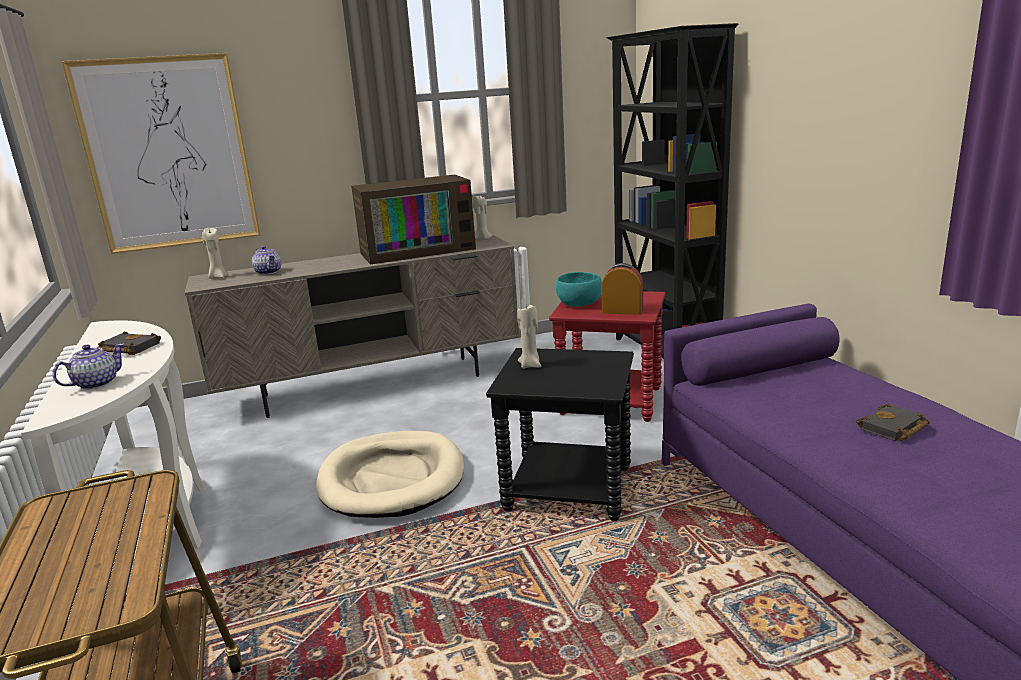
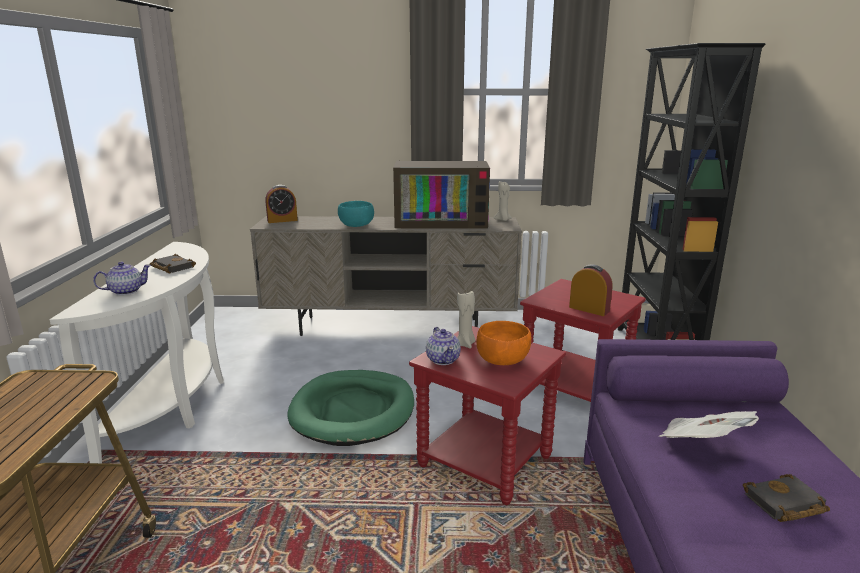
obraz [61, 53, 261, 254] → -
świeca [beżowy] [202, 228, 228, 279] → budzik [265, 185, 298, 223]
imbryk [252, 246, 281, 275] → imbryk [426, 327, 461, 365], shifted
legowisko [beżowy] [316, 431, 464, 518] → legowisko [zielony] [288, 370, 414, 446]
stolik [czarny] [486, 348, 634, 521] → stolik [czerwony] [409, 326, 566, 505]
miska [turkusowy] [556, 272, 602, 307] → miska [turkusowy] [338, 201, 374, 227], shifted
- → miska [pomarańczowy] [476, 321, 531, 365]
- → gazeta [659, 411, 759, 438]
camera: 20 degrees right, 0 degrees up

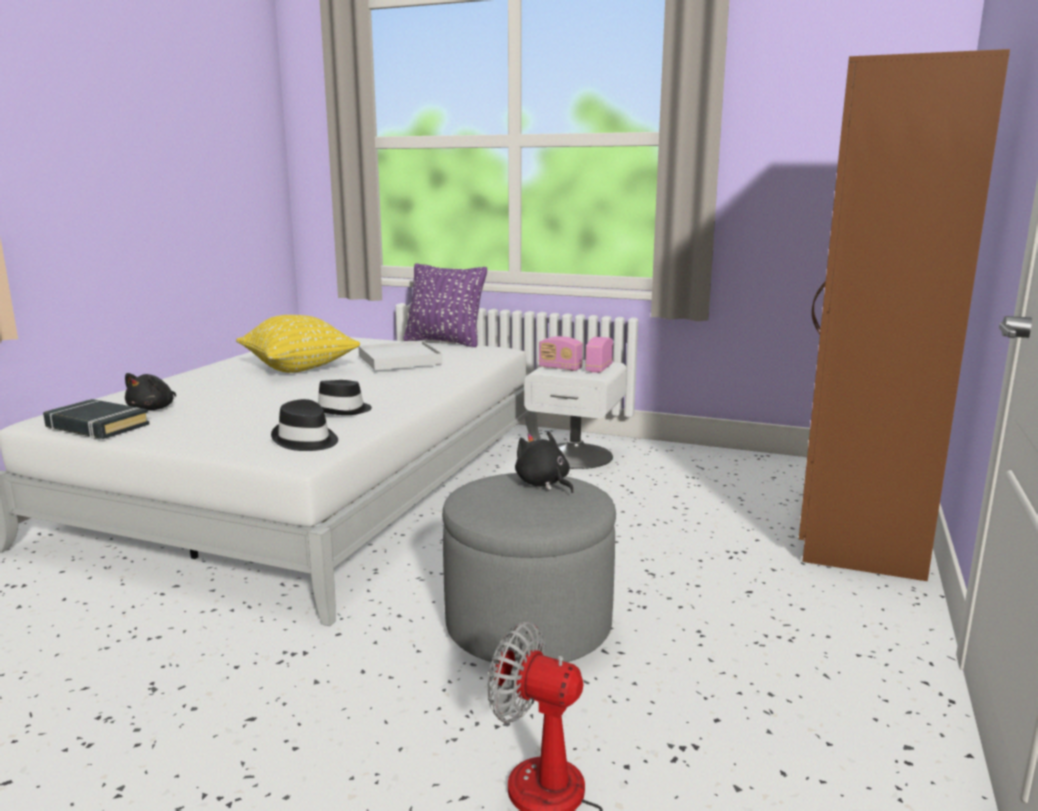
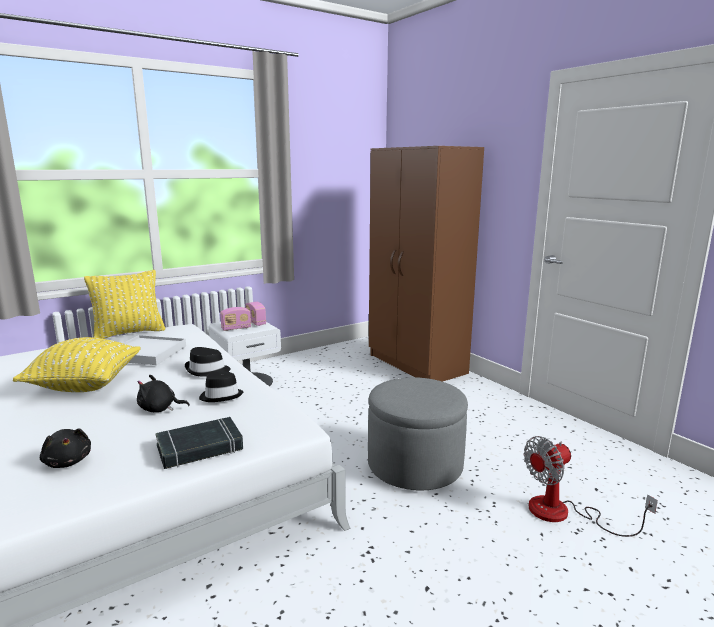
książka [czarny] [43, 399, 150, 439] → książka [czarny] [155, 417, 243, 469], shifted
kapelusz [czarny] [271, 399, 338, 451] → kapelusz [czarny] [185, 347, 231, 377], shifted
poduszka [fioletowy] [404, 263, 487, 347] → poduszka [żółty] [84, 270, 165, 339]
pluszak [czarny] [515, 431, 574, 493] → pluszak [czarny] [137, 375, 190, 412], shifted
camera: 55 degrees left, 0 degrees up

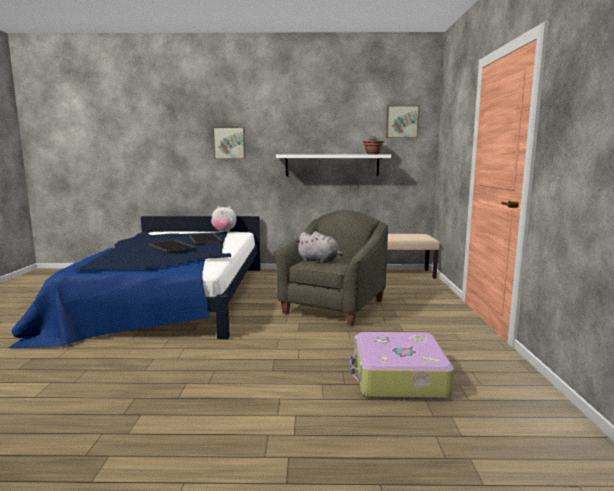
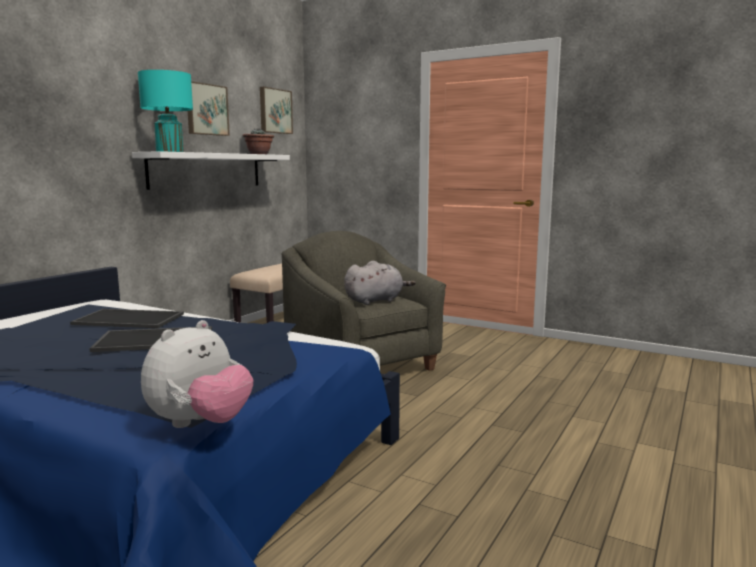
pluszak [211, 206, 236, 232] → pluszak [141, 320, 254, 428], shifted
obraz [213, 127, 245, 159] → obraz [188, 81, 230, 136], shifted
walizka [349, 332, 454, 399] → -
- → lampa stołowa [turkusowy] [138, 70, 193, 152]
camera: 60 degrees left, 0 degrees up

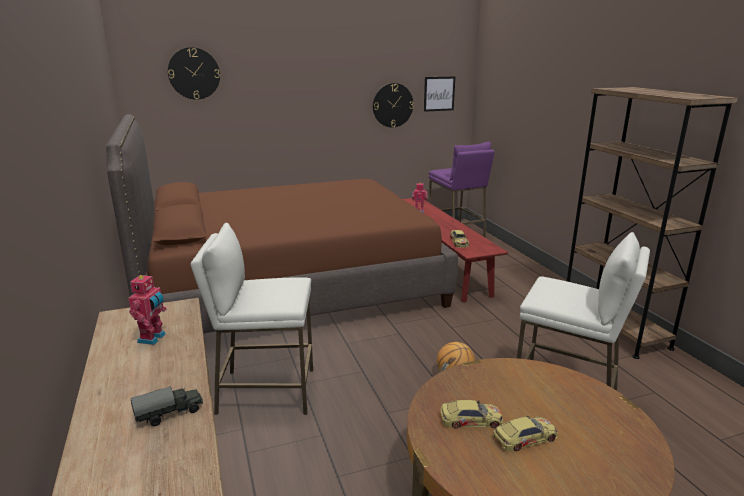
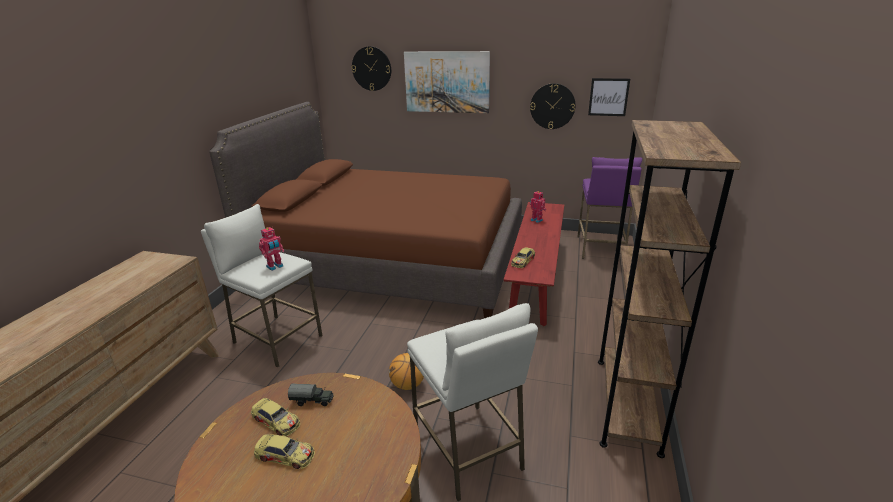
robot zabawkowy [128, 273, 167, 345] → robot zabawkowy [259, 227, 284, 271], shifted
ciężarówka zabawkowa [131, 386, 203, 426] → ciężarówka zabawkowa [288, 384, 333, 406], shifted
- → obraz [404, 51, 490, 113]
camera: 35 degrees right, 5 degrees up

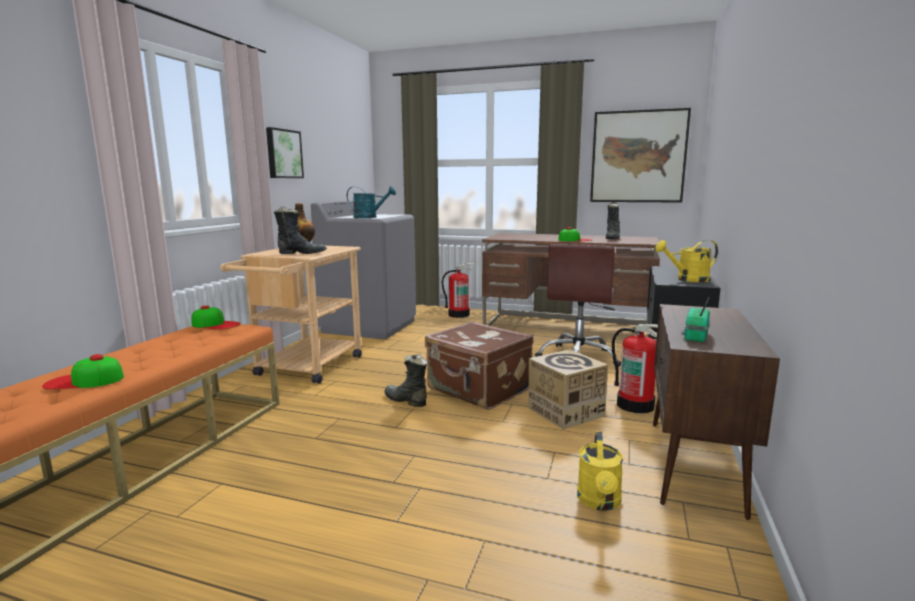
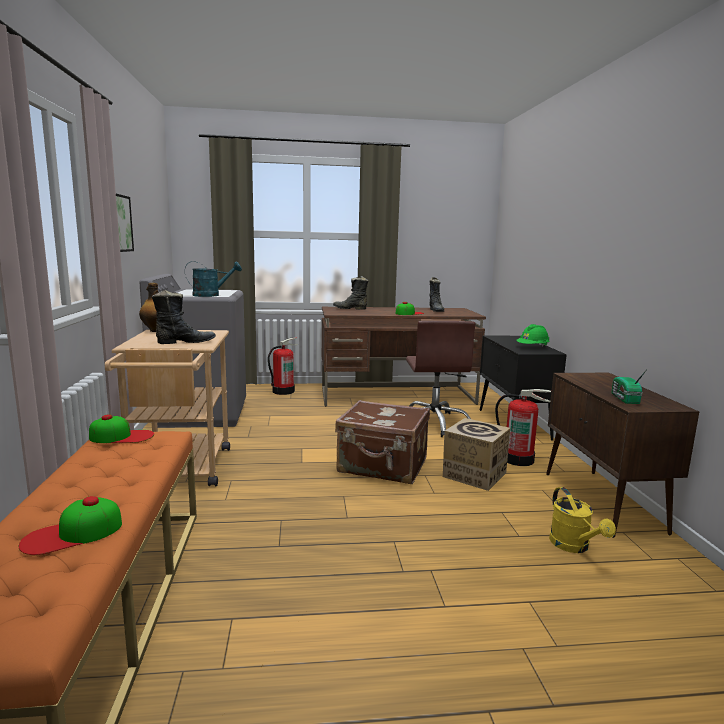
but z cholewką [czarny] [384, 354, 427, 407] → but z cholewką [czarny] [333, 276, 369, 310], shifted
obraz [590, 108, 691, 203] → -
konewka [żółty] [655, 240, 718, 282] → kask [zielony] [516, 324, 549, 346]
camera: 25 degrees left, 0 degrees up

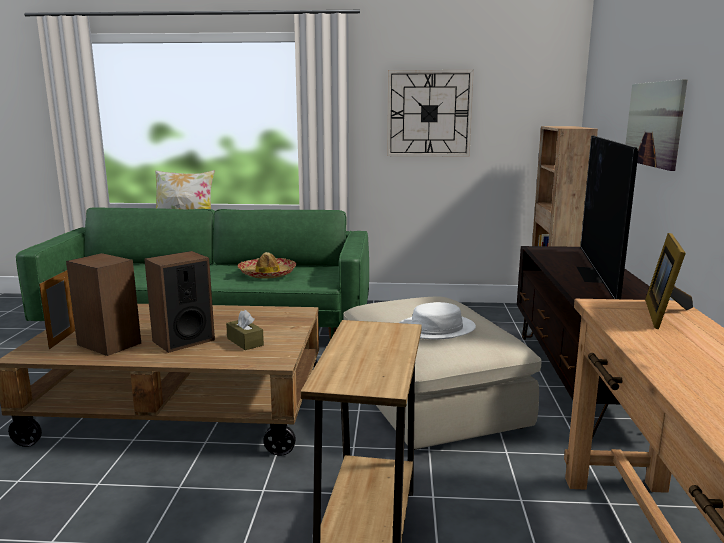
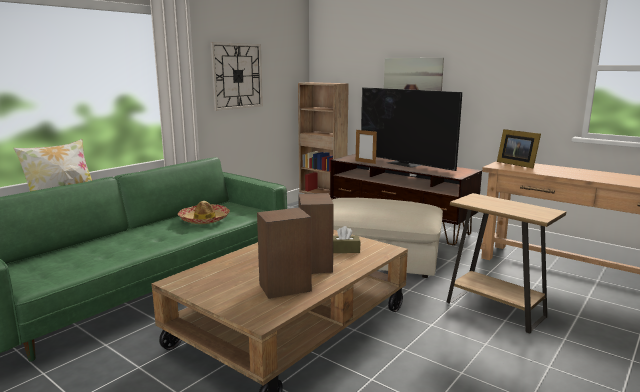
ramka na zdjęcie [39, 270, 75, 349] → ramka na zdjęcie [356, 130, 377, 164], shifted
kapelusz [biały] [399, 302, 476, 339] → -
camera: 55 degrees left, 0 degrees up

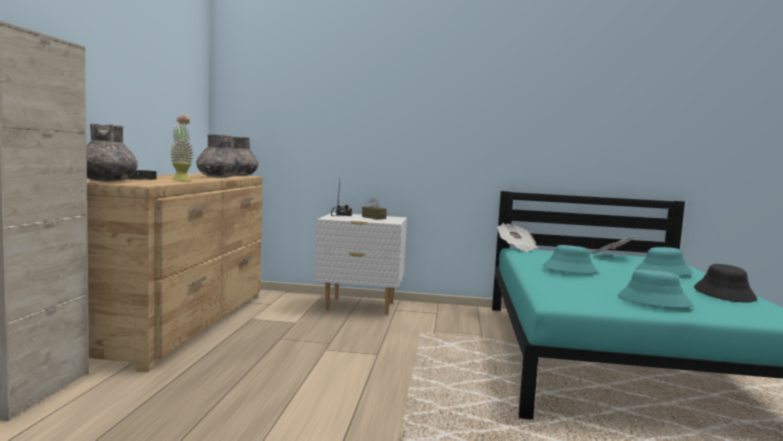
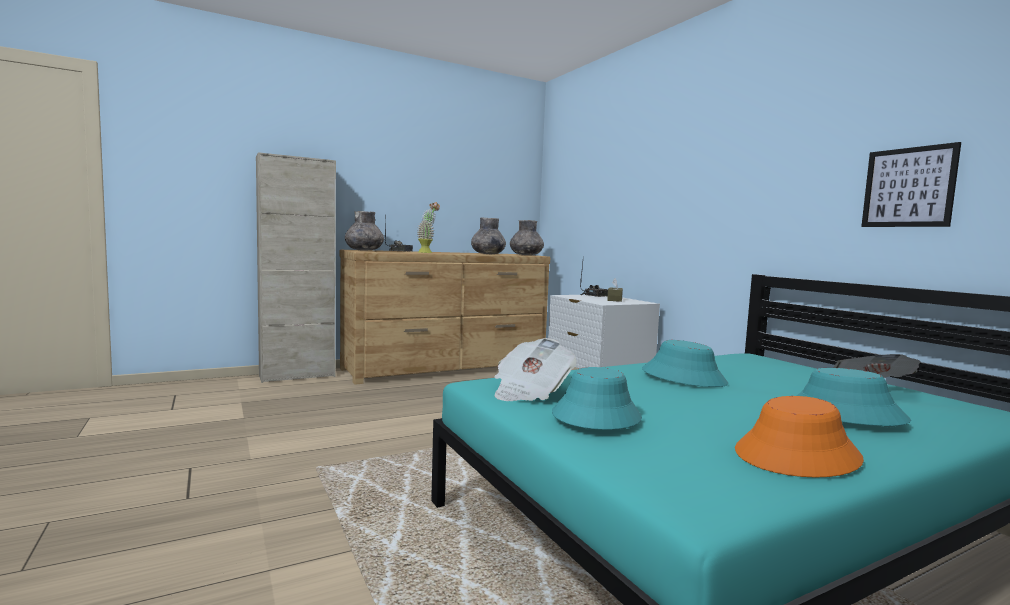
gazeta [497, 223, 538, 252] → gazeta [494, 338, 577, 401], shifted
kapelusz [czarny] [694, 264, 757, 303] → kapelusz [pomarańczowy] [735, 396, 864, 478]
- → obraz [861, 142, 961, 227]
camera: 55 degrees right, 0 degrees up

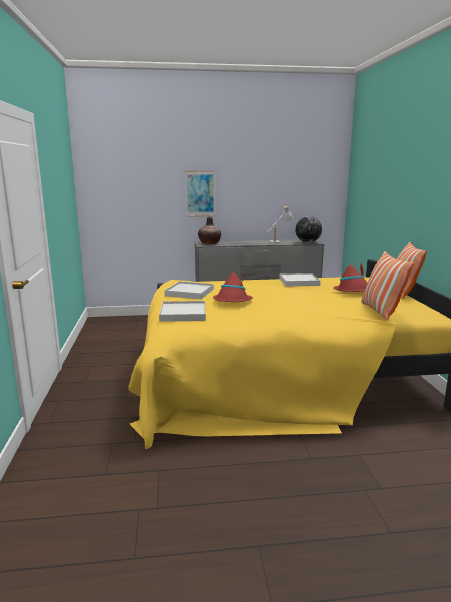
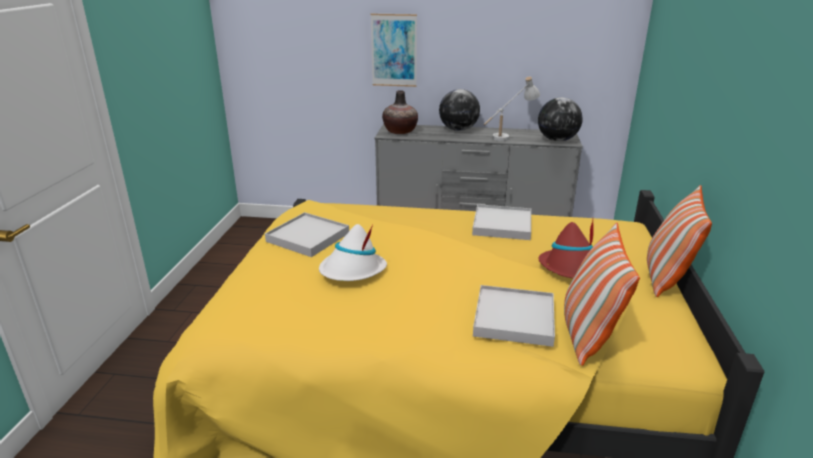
taca [biały] [159, 301, 206, 322] → taca [biały] [473, 285, 555, 347], shifted
kapelusz [czerwony] [213, 272, 253, 302] → kapelusz [biały] [319, 224, 387, 281]
- → globus [439, 89, 480, 131]
camera: 15 degrees right, 10 degrees up

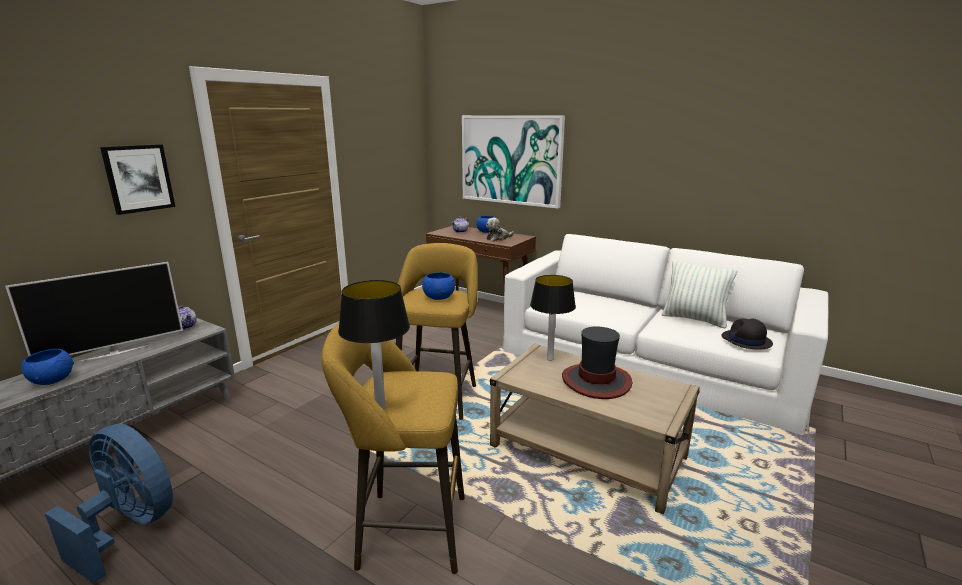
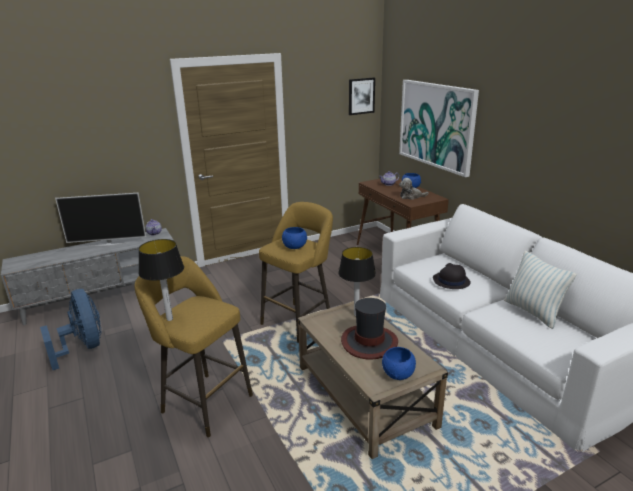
miska [niebieski] [21, 349, 74, 385] → miska [niebieski] [382, 347, 416, 380], shifted
obraz [100, 144, 175, 215] → obraz [349, 78, 375, 115], shifted
kapelusz [czarny] [722, 318, 773, 350] → kapelusz [czarny] [433, 263, 471, 289], shifted
camera: 30 degrees right, 5 degrees up

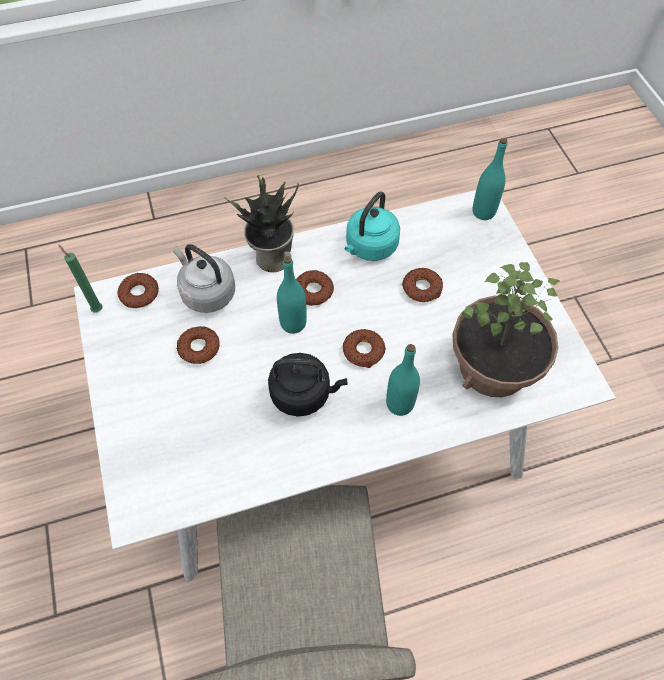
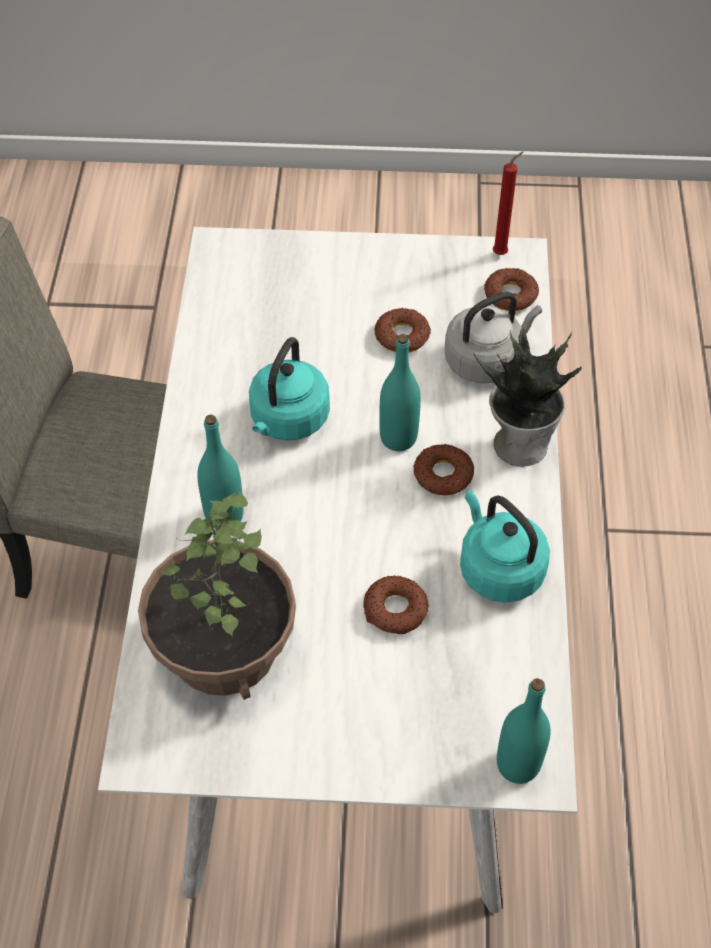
świeca [zielony] [58, 244, 103, 312] → świeca [czerwony] [493, 151, 523, 255]
czajnik [czarny] [268, 353, 347, 416] → czajnik [turkusowy] [249, 337, 330, 441]
donut [343, 329, 386, 368] → -
camera: 110 degrees right, 5 degrees down

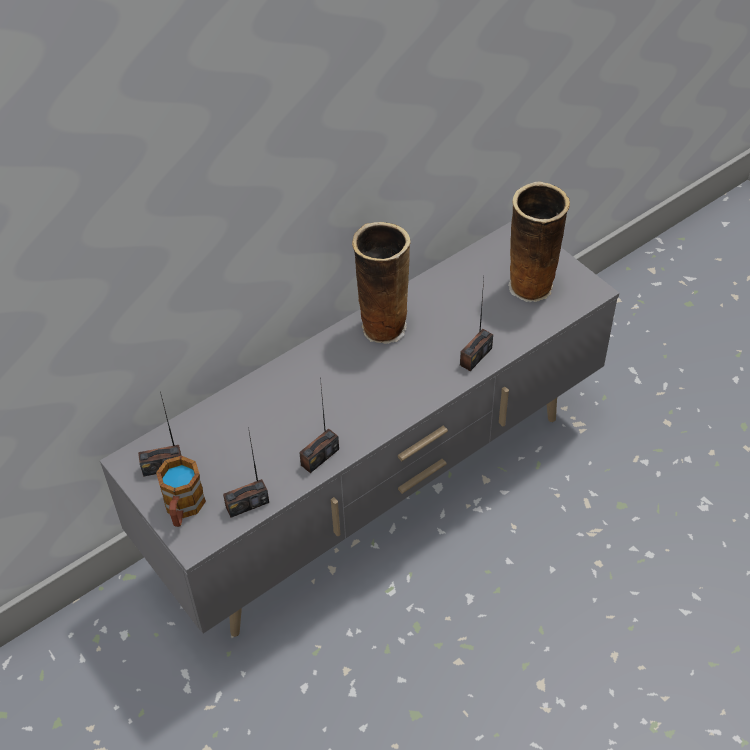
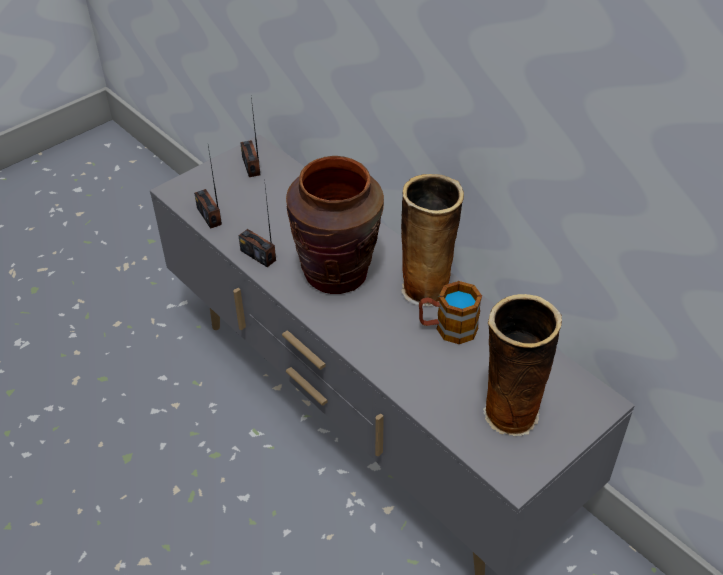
kubek [156, 456, 206, 527] → kubek [419, 281, 482, 344], shifted
radio [460, 279, 493, 371] → -
- → wazon [brązowy] [286, 156, 384, 294]
camera: 85 degrees right, 5 degrees down

